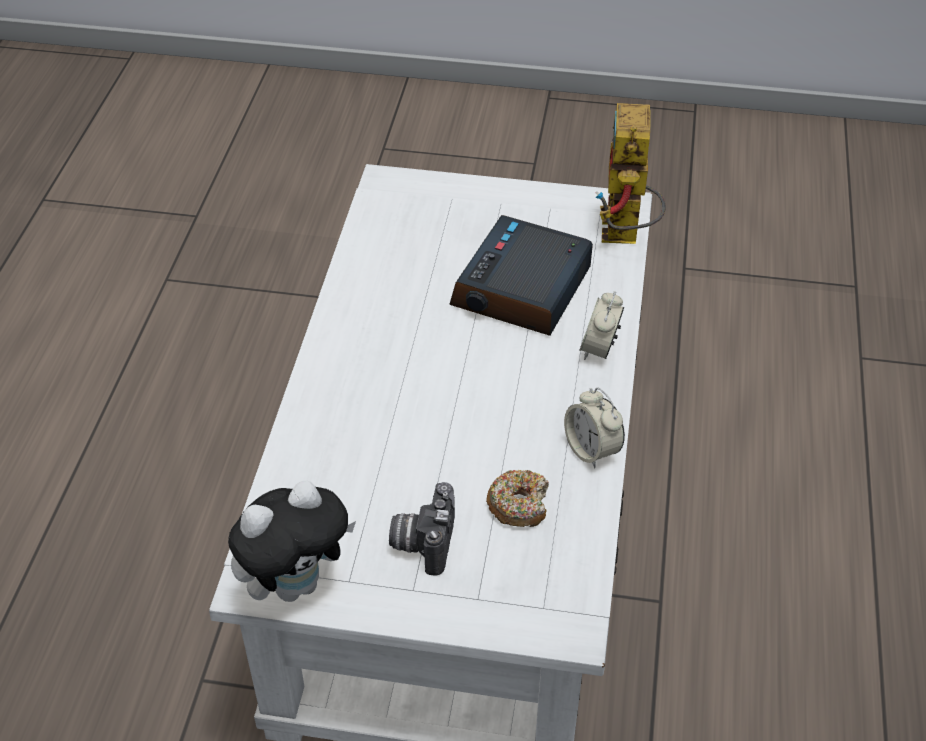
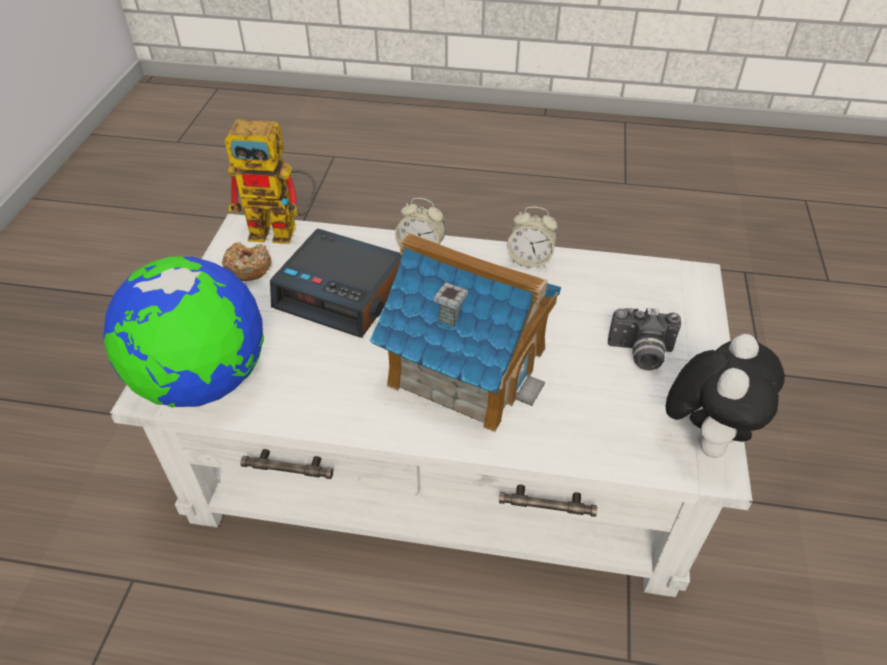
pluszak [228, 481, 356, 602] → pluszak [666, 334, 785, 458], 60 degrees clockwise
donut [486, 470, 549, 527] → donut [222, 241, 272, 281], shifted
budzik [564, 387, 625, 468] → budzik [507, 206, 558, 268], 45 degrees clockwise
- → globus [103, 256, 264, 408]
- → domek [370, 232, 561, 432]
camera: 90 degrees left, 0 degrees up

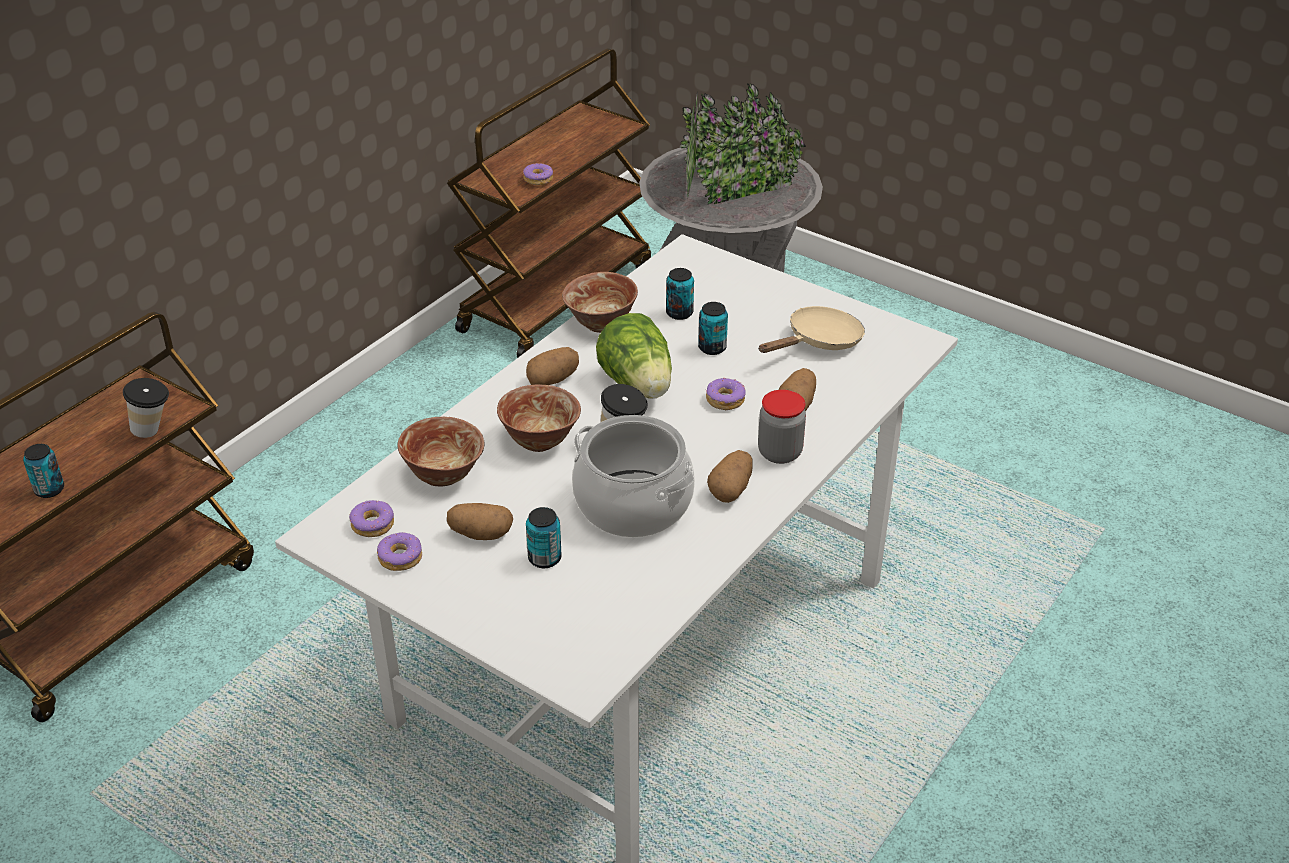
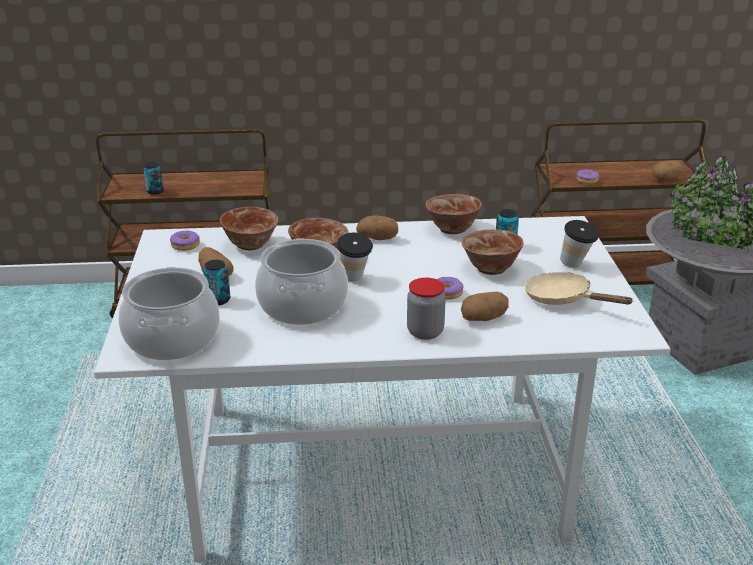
filiżanka [123, 378, 169, 438] → filiżanka [560, 220, 599, 268], shifted
donut [377, 532, 422, 571] → -
sałata [596, 313, 672, 399] → -
puszka [698, 302, 728, 355] → miska [462, 229, 524, 275]
ziemniak [707, 450, 753, 503] → ziemniak [652, 161, 684, 180], shifted
patelnia [beżowy] [758, 306, 865, 353] → patelnia [beżowy] [525, 272, 634, 305], 150 degrees counterclockwise
- → garnek [118, 267, 220, 360]
camera: 50 degrees right, 10 degrees down

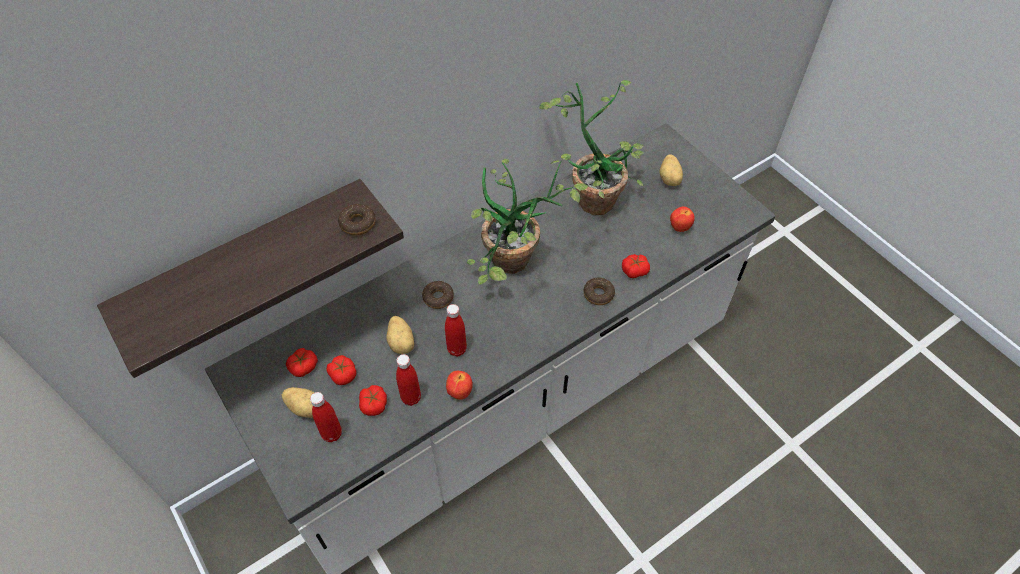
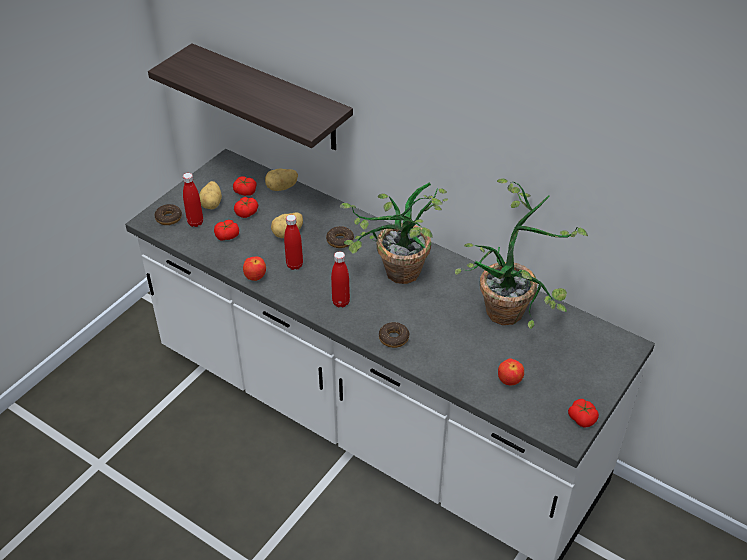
donut [338, 204, 375, 235] → donut [155, 204, 182, 225], shifted
butelka [czerwony] [396, 354, 421, 406] → butelka [czerwony] [331, 252, 350, 307], shifted
pomidor [622, 254, 650, 278] → pomidor [568, 399, 599, 428], shifted
ziemniak [659, 155, 683, 186] → ziemniak [265, 168, 298, 191], shifted
camera: 70 degrees right, 10 degrees down

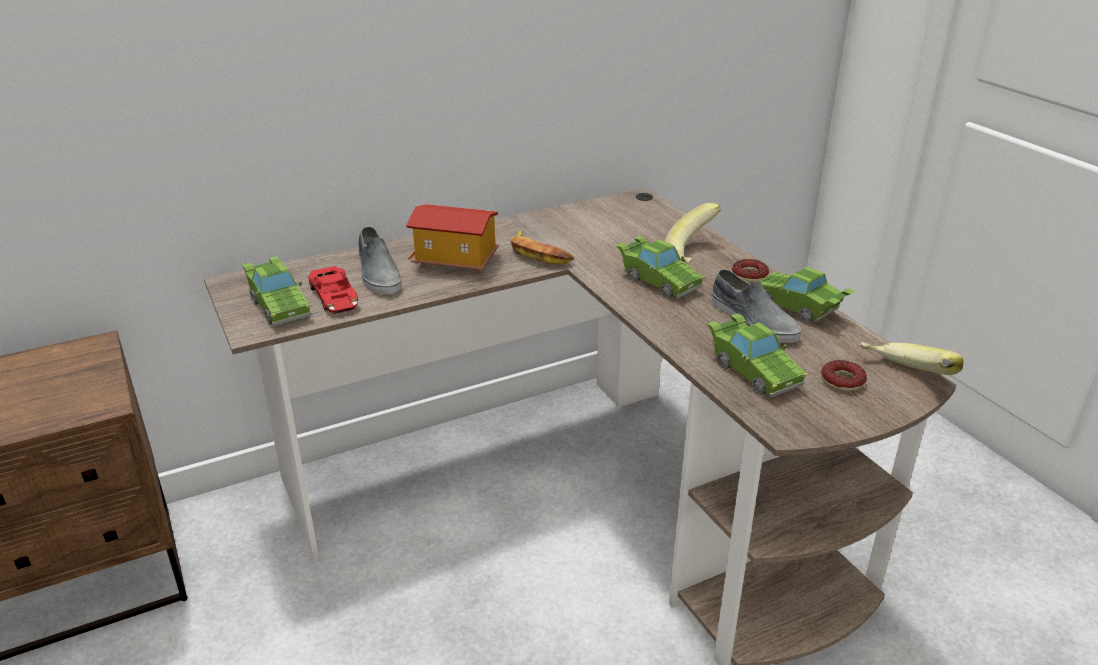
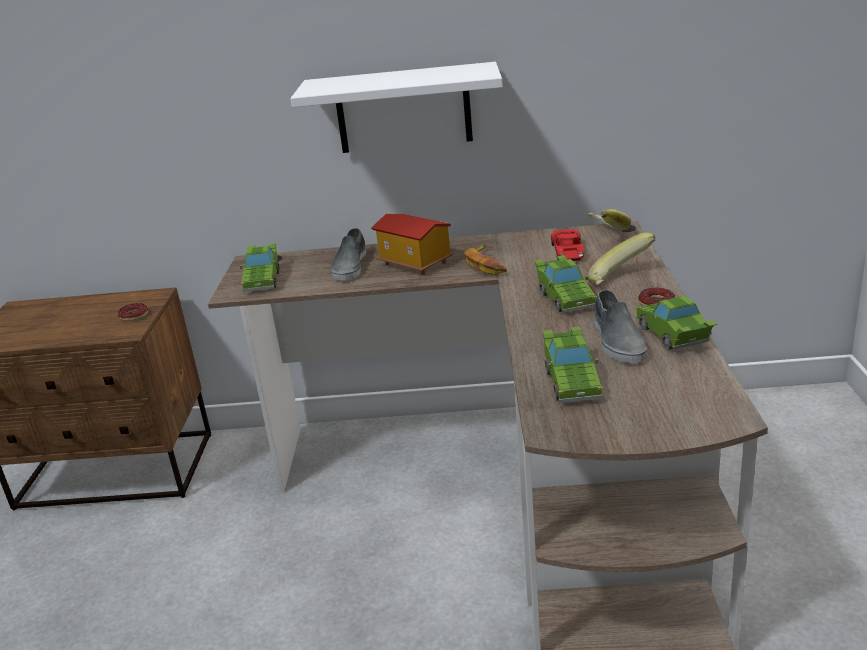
samochodzik [czerwony] [308, 266, 358, 314] → samochodzik [czerwony] [551, 229, 585, 261], shifted
donut [821, 360, 867, 391] → donut [118, 303, 148, 321], shifted
banan [860, 342, 963, 375] → banan [588, 209, 631, 231], shifted
- → półka [biały] [290, 62, 503, 153]
camera: 30 degrees right, 5 degrees down

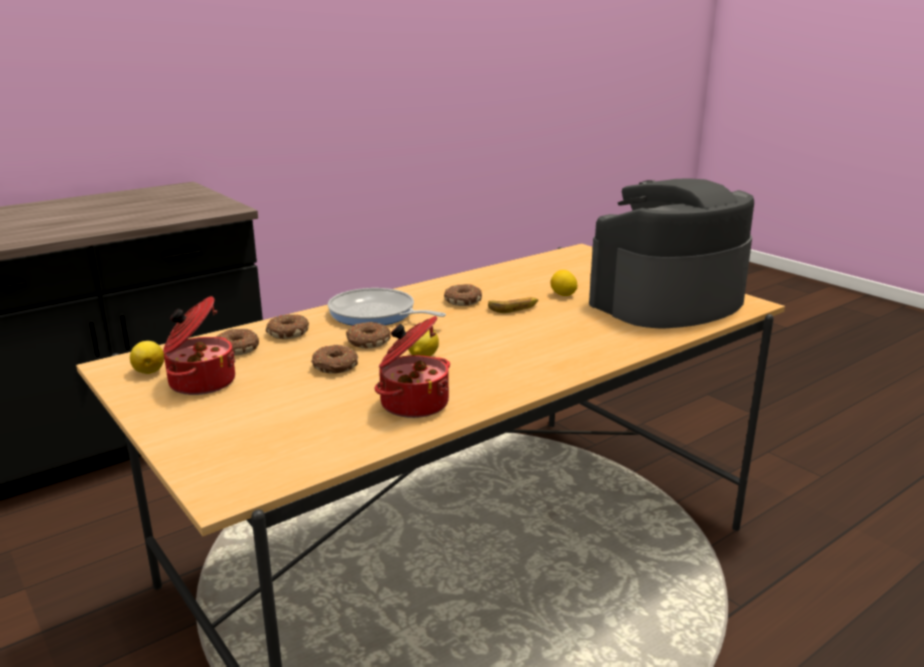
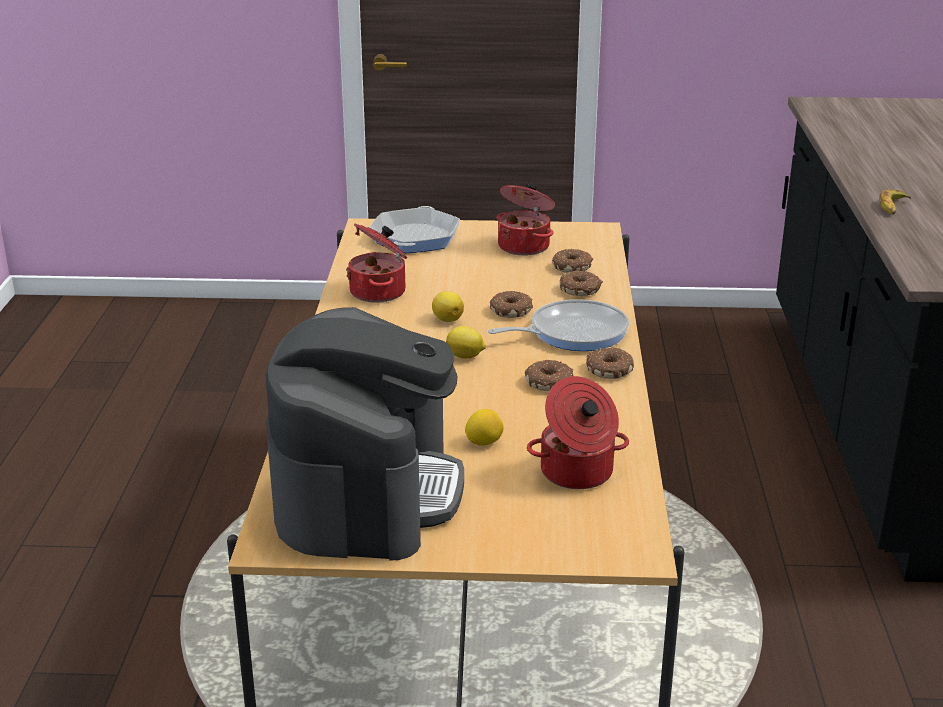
cytryna [130, 341, 164, 374] → cytryna [446, 326, 486, 359], shifted
donut [311, 345, 358, 374] → donut [586, 348, 634, 379], shifted
banan [488, 297, 538, 313] → banan [879, 189, 912, 215], shifted
- → patelnia [370, 206, 460, 253]
- → garnek [527, 376, 629, 489]
camera: 130 degrees right, 5 degrees up

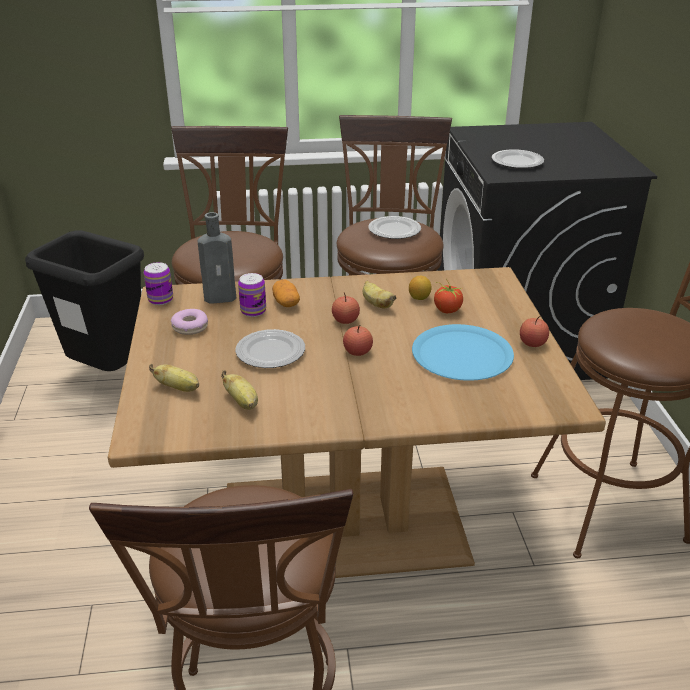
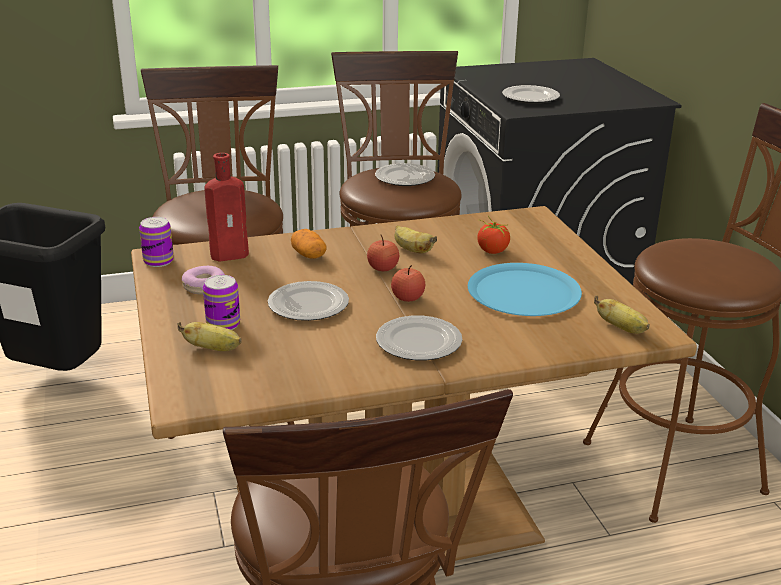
butelka [szary] [198, 212, 236, 304] → butelka [czerwony] [204, 153, 249, 261]
banan [221, 370, 258, 410] → banan [594, 296, 650, 334], shifted
puszka [238, 273, 266, 317] → puszka [203, 275, 240, 330], shifted
cytryna [409, 276, 432, 300] → -
jabłko [520, 316, 549, 347] → -
- → talerz [376, 316, 463, 360]
camera: 10 degrees left, 5 degrees down

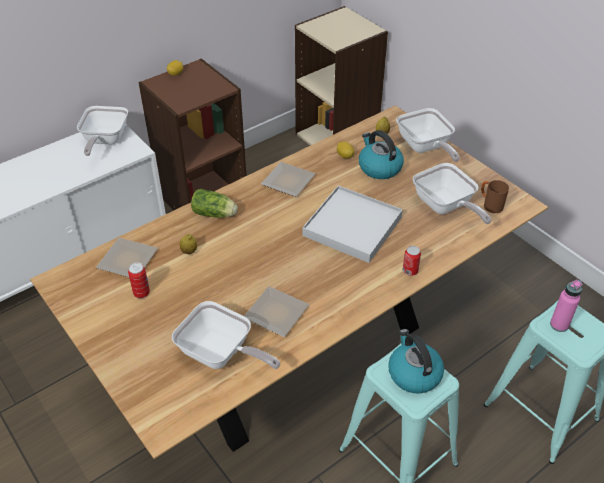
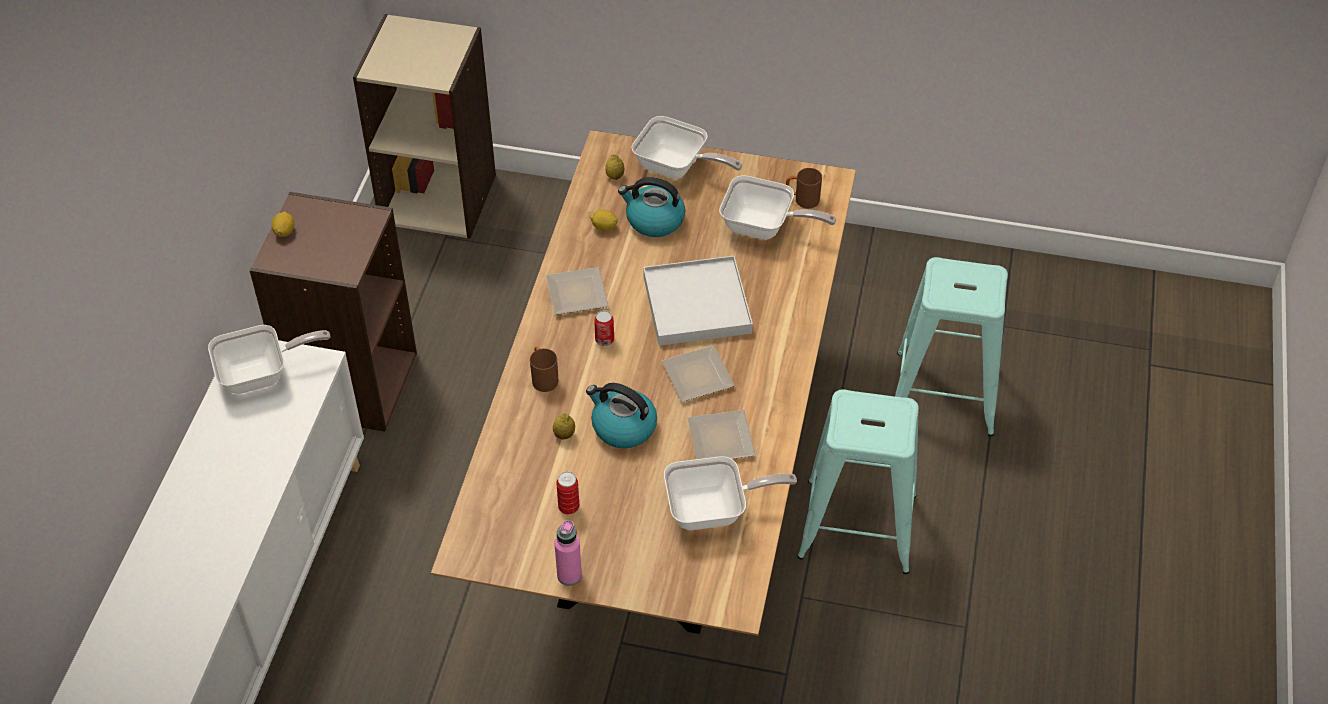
patelnia [77, 106, 128, 156] → patelnia [208, 325, 331, 394], 75 degrees counterclockwise
talerz [96, 238, 158, 277] → talerz [662, 346, 735, 402], shifted
sałata [191, 189, 238, 218] → kubek [brązowy] [530, 346, 559, 392]
czajnik [388, 329, 444, 393] → czajnik [586, 383, 657, 448], shifted
puszka [403, 246, 421, 276] → puszka [594, 310, 614, 346], shifted
butelka [różowy] [550, 280, 583, 332] → butelka [różowy] [554, 520, 582, 586], shifted
camera: 40 degrees left, 5 degrees up

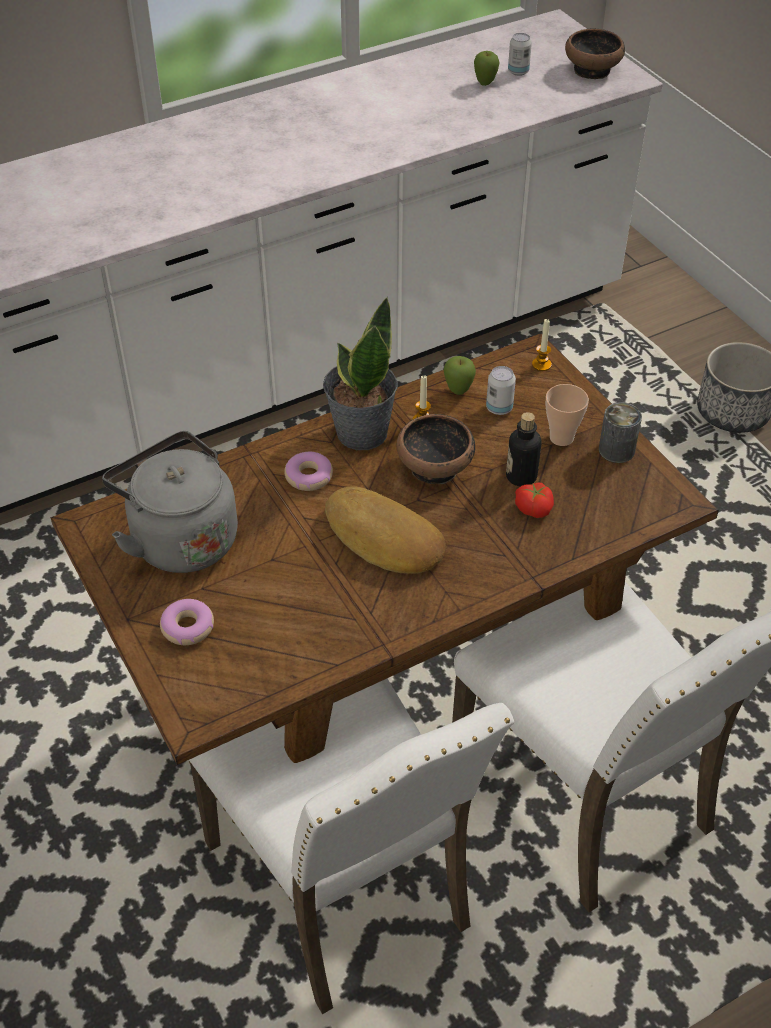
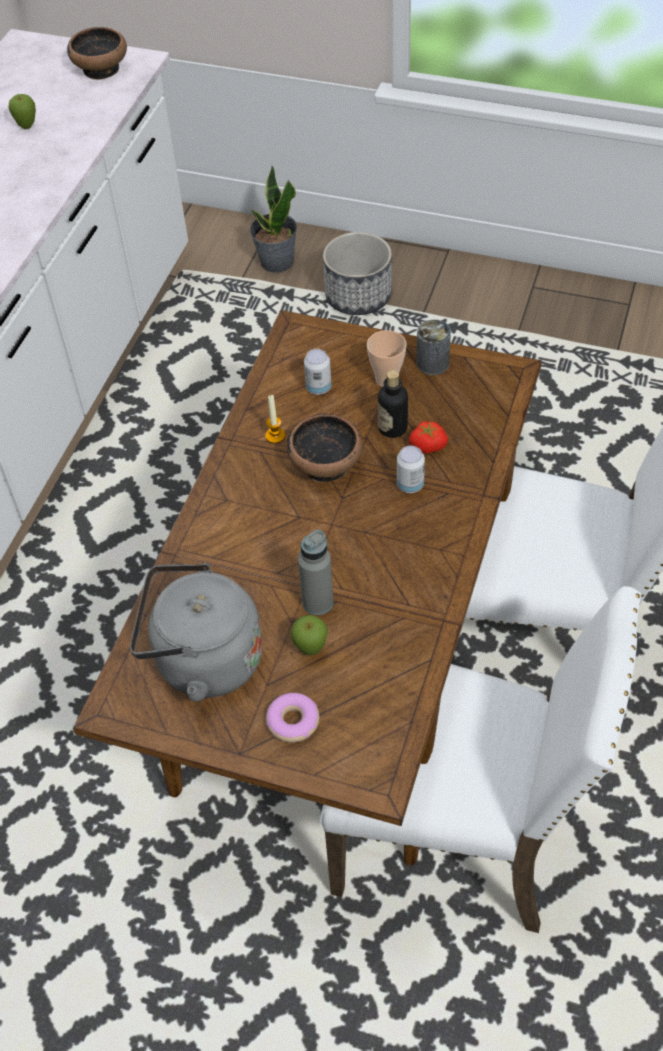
donut [284, 452, 333, 491] → -
roślina doniczkowa [323, 297, 398, 450] → roślina doniczkowa [250, 166, 297, 273], shifted
chleb [325, 486, 446, 574] → -
jabłko [444, 356, 476, 395] → jabłko [291, 615, 328, 655], shifted
puszka [508, 33, 532, 76] → puszka [397, 446, 425, 493], shifted
świeca [532, 319, 552, 371] → -
- → butelka [szary] [298, 530, 334, 615]
camera: 40 degrees left, 5 degrees up

